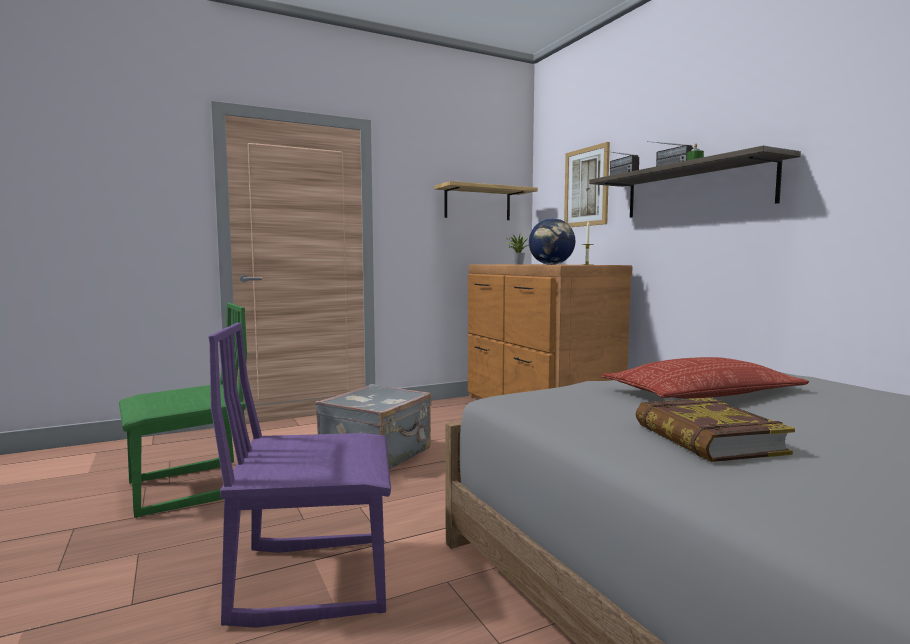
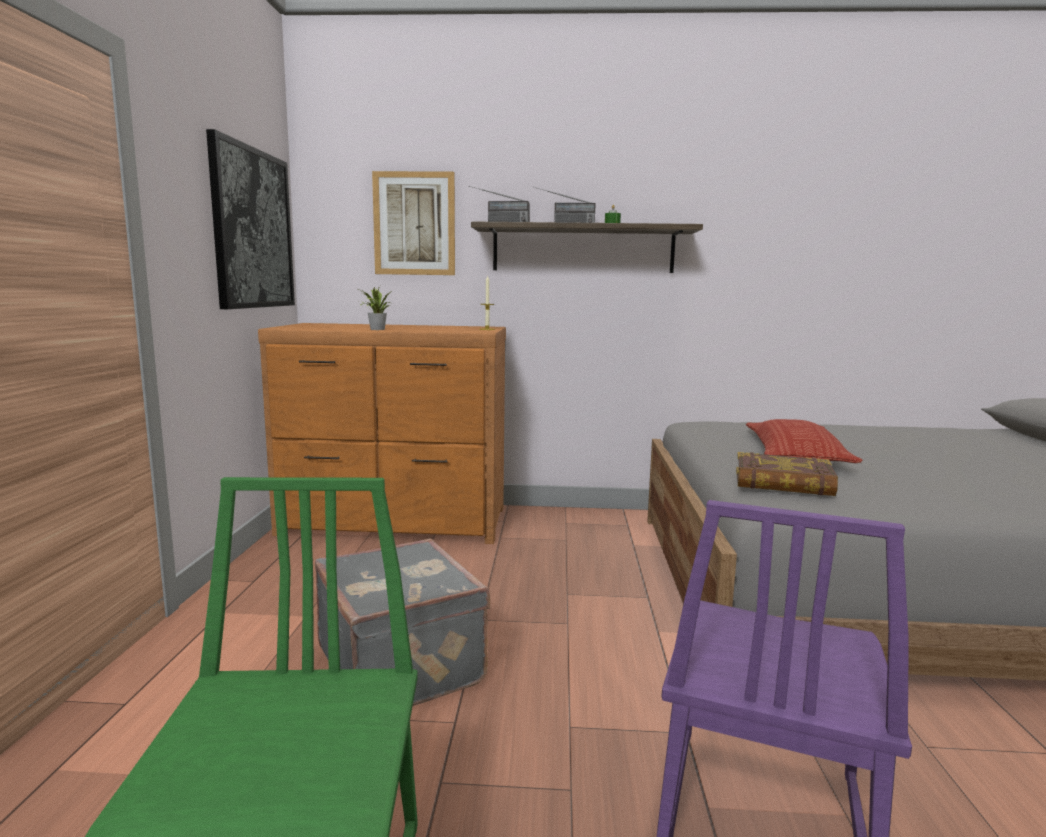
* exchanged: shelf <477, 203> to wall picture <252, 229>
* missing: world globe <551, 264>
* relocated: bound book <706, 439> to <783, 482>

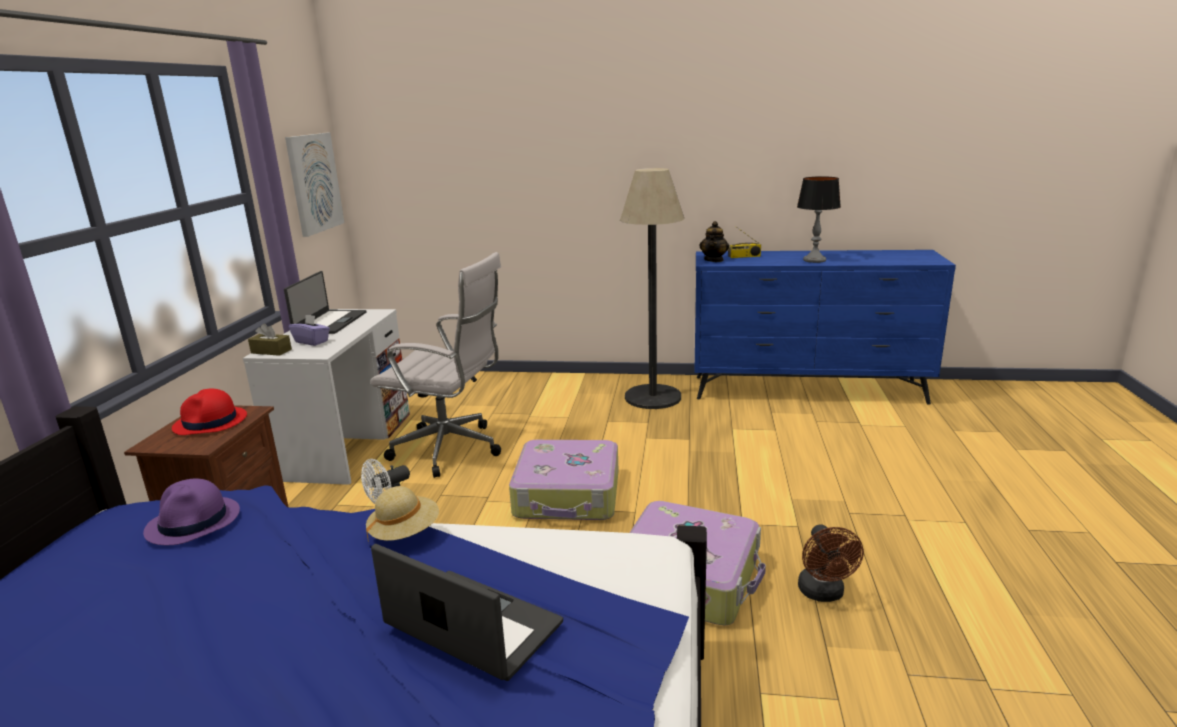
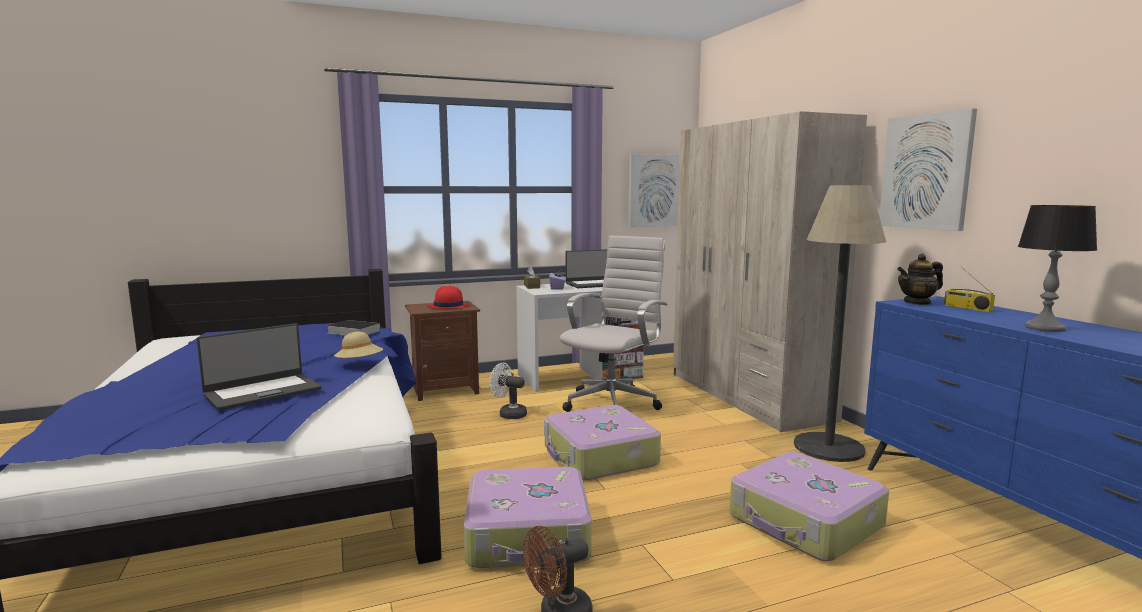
* exchanged: hat (purple) <194, 522> to bound book <352, 331>
* spun: desk chair (white) <452, 450> = <613, 403> 135 degrees counterclockwise
* spun: notebook computer <472, 626> = <262, 392> 45 degrees clockwise
* appeared: clothes cupboard (sand-coloured) <747, 396>
* appeared: piece of luggage <805, 522>
* appeared: wall picture <926, 171>

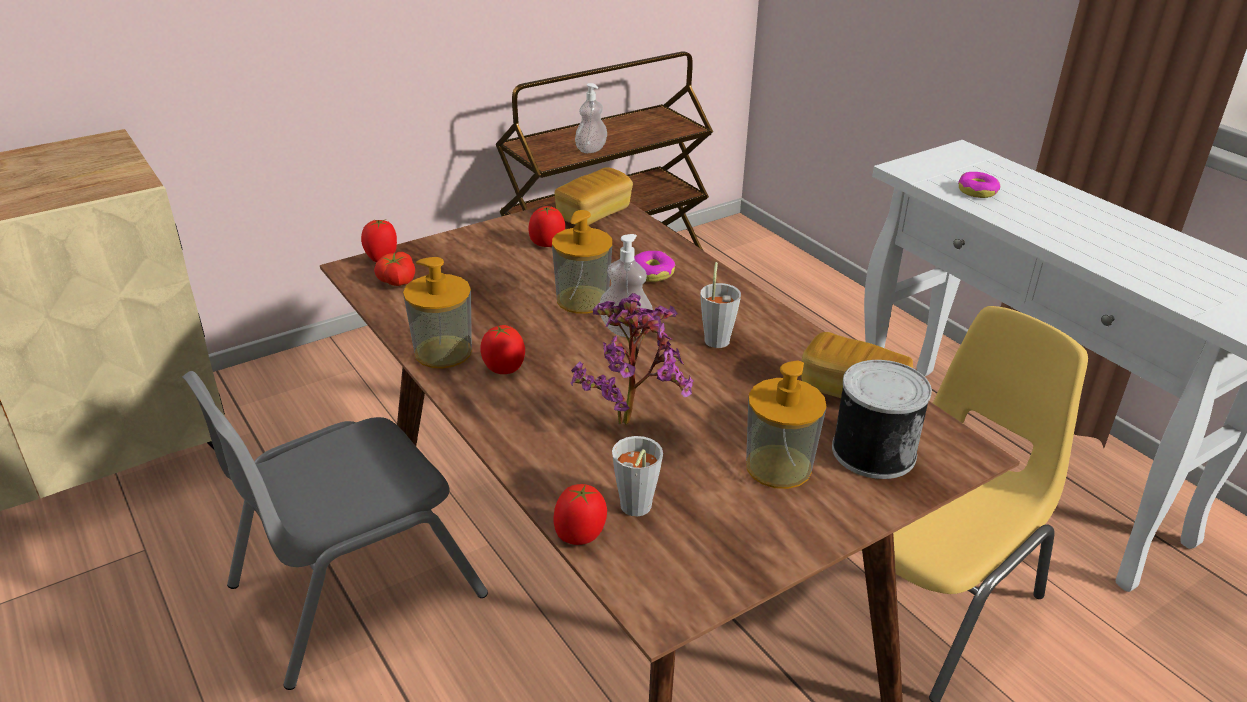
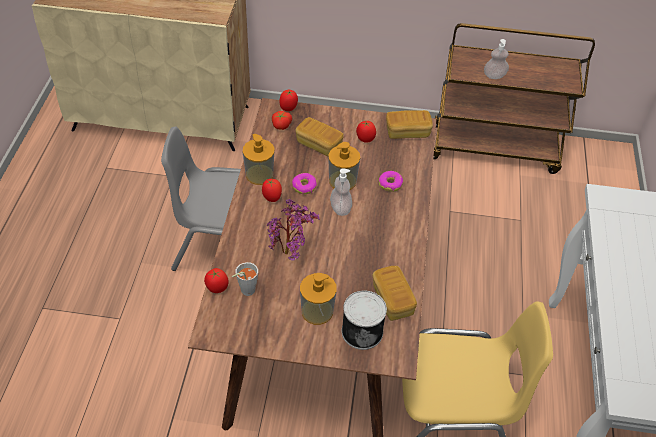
* missing: cup (grey) <717, 337>
* relocated: ring doughnut <977, 191> to <304, 186>
* appeared: bakery bread <319, 145>

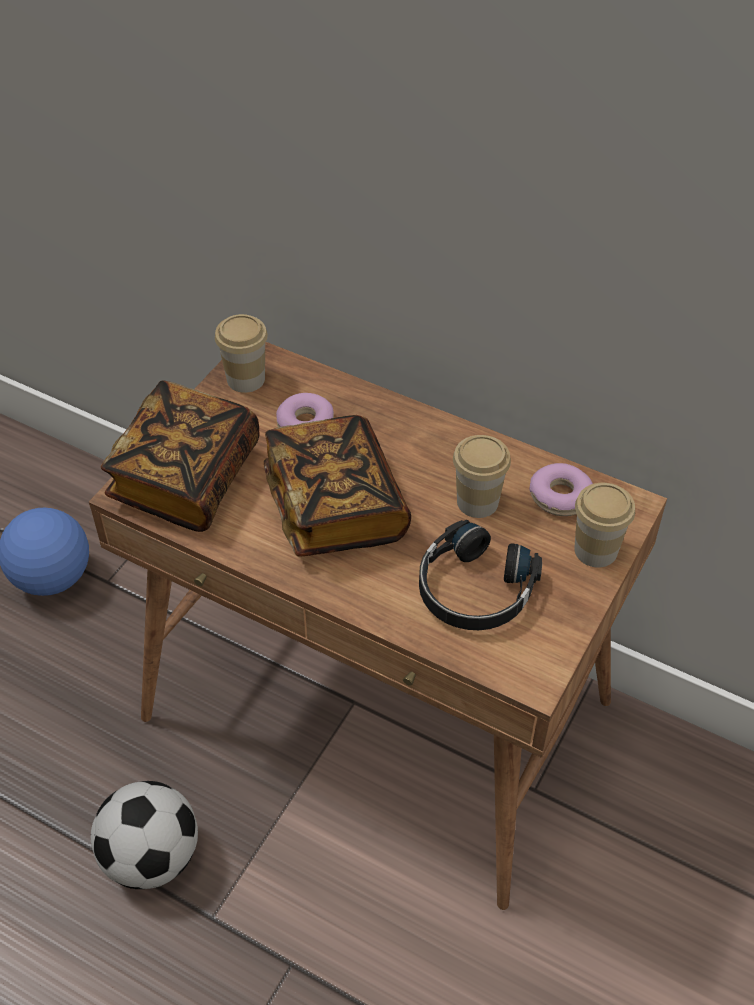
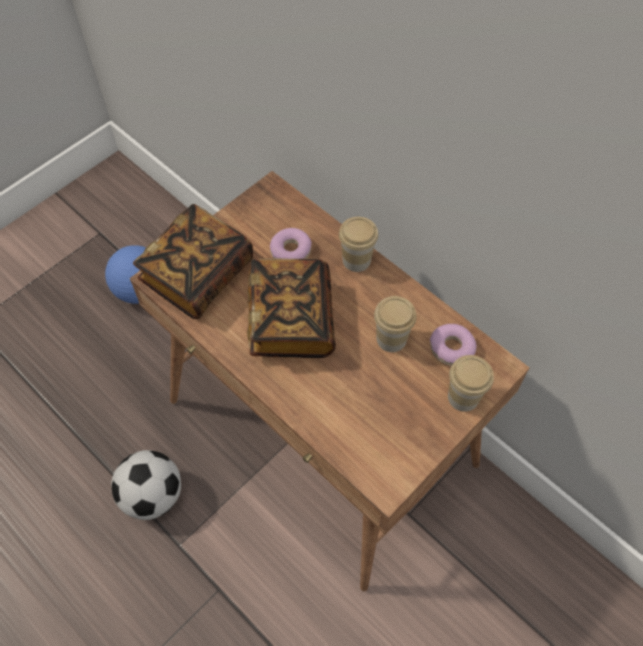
* relocated: cup <246, 379> to <356, 260>
* missing: headphones (blackish) <473, 590>

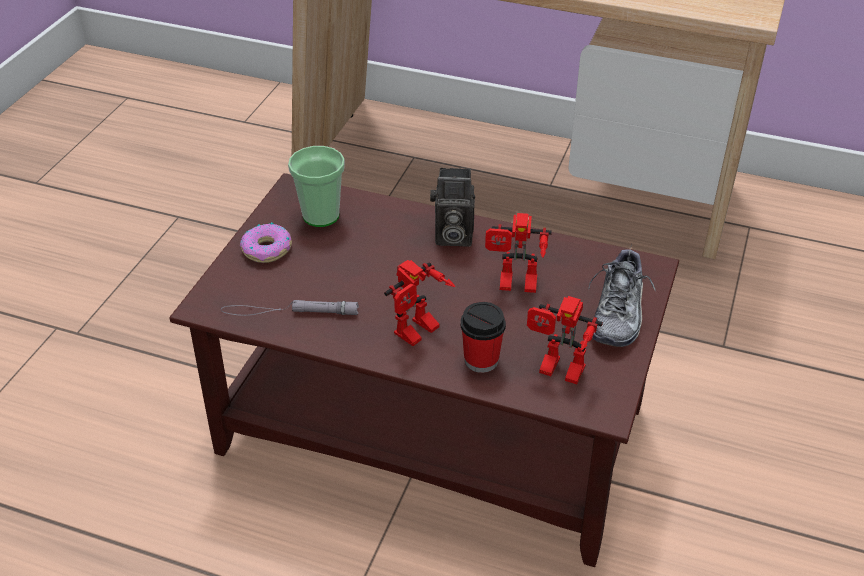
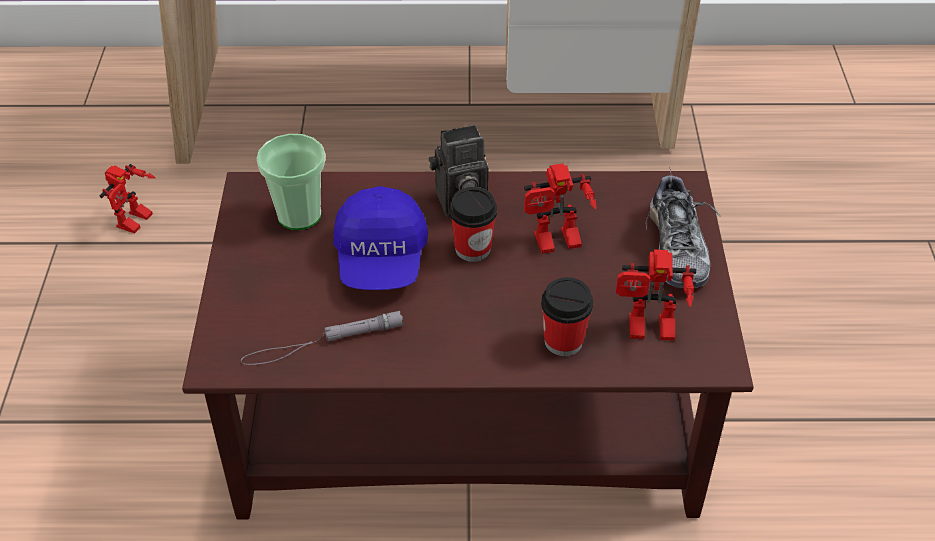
* missing: ring doughnut <267, 250>
* relocated: toy robot <418, 334> to <137, 223>
* appeared: peaked cap (bluish) <381, 259>
* appeared: cup <473, 248>

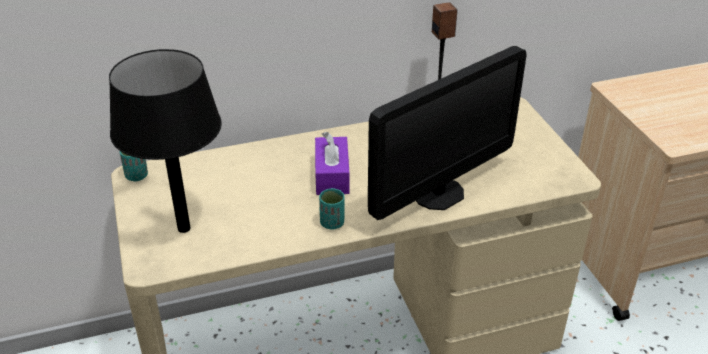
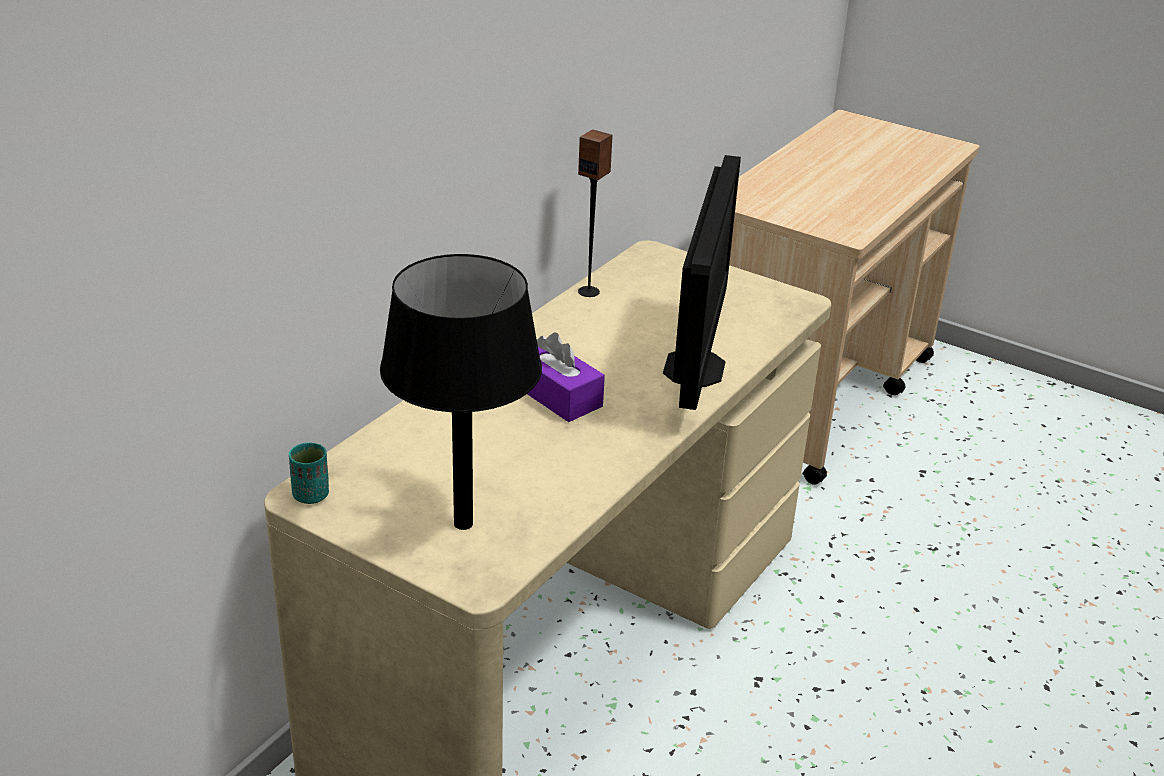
* missing: cup (turquoise-coloured) <332, 223>

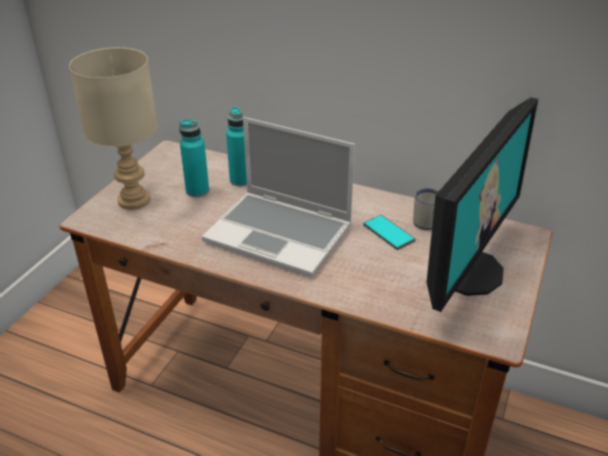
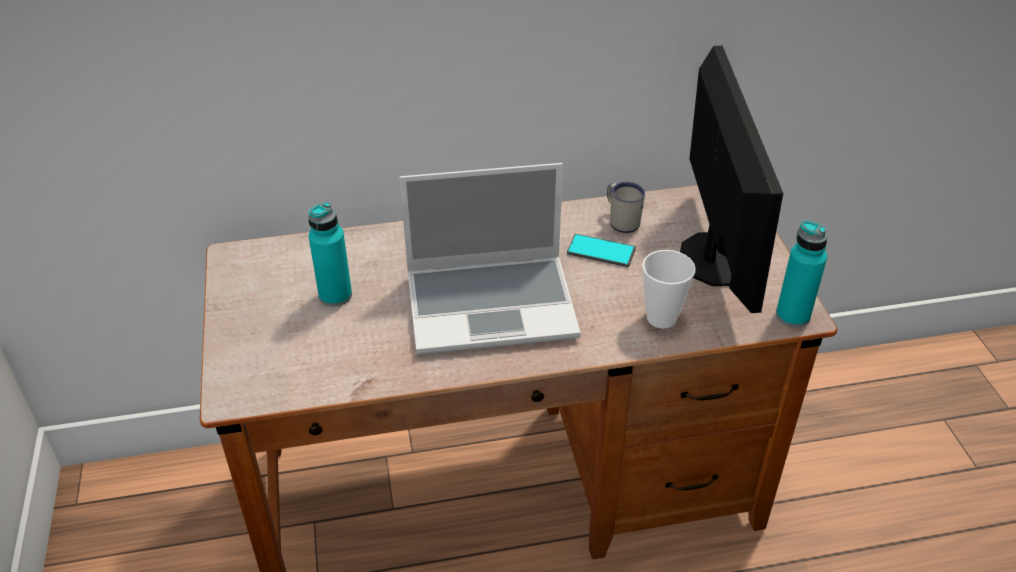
* missing: table lamp (sand-coloured) <133, 200>
* relocated: beverage bottle (turquoise-coloured) <241, 180> to <792, 316>
* appeared: cup <661, 318>

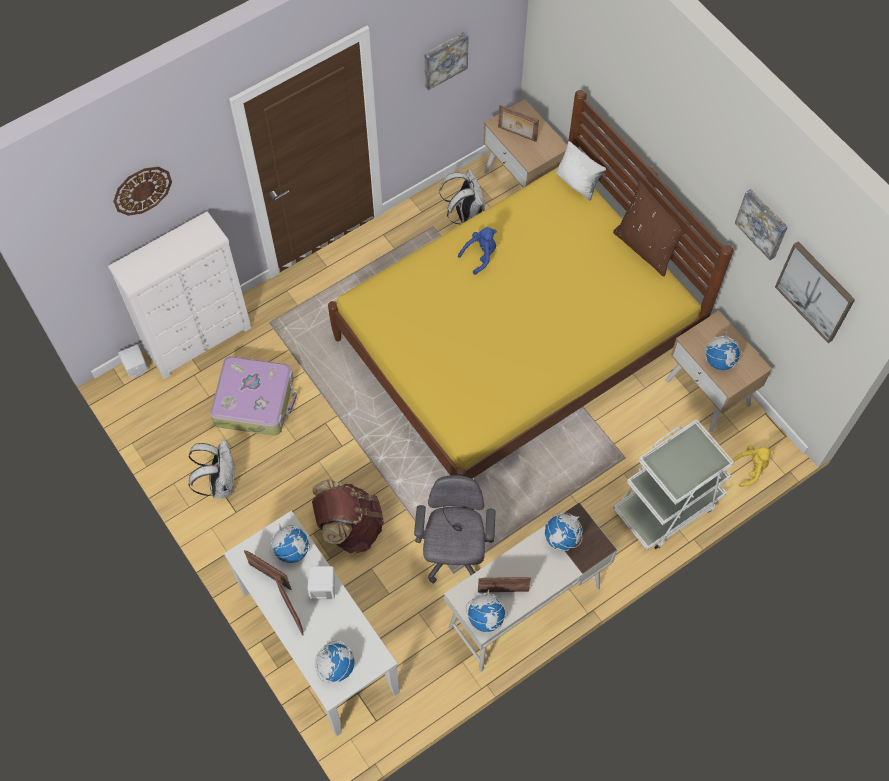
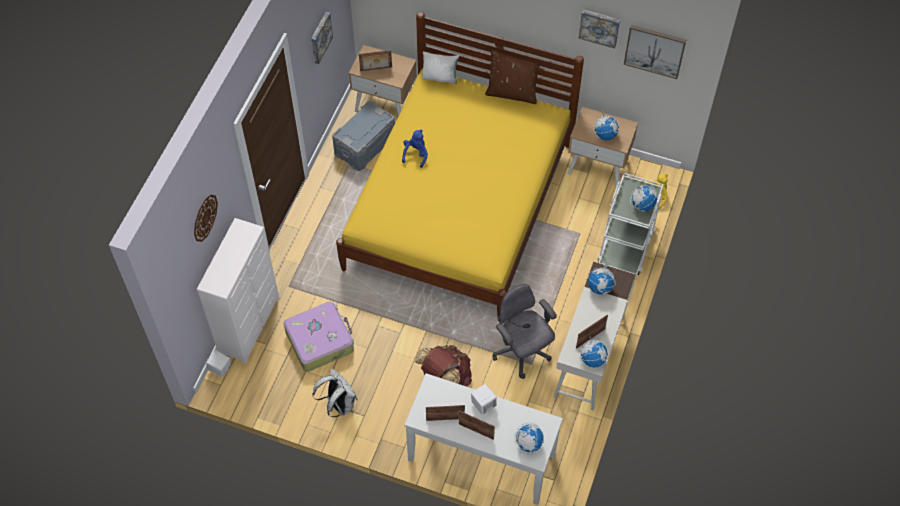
* relocated: world globe <292, 550> to <642, 205>
* exchanged: knapsack (white) <465, 215> to storage box (grey) <364, 145>

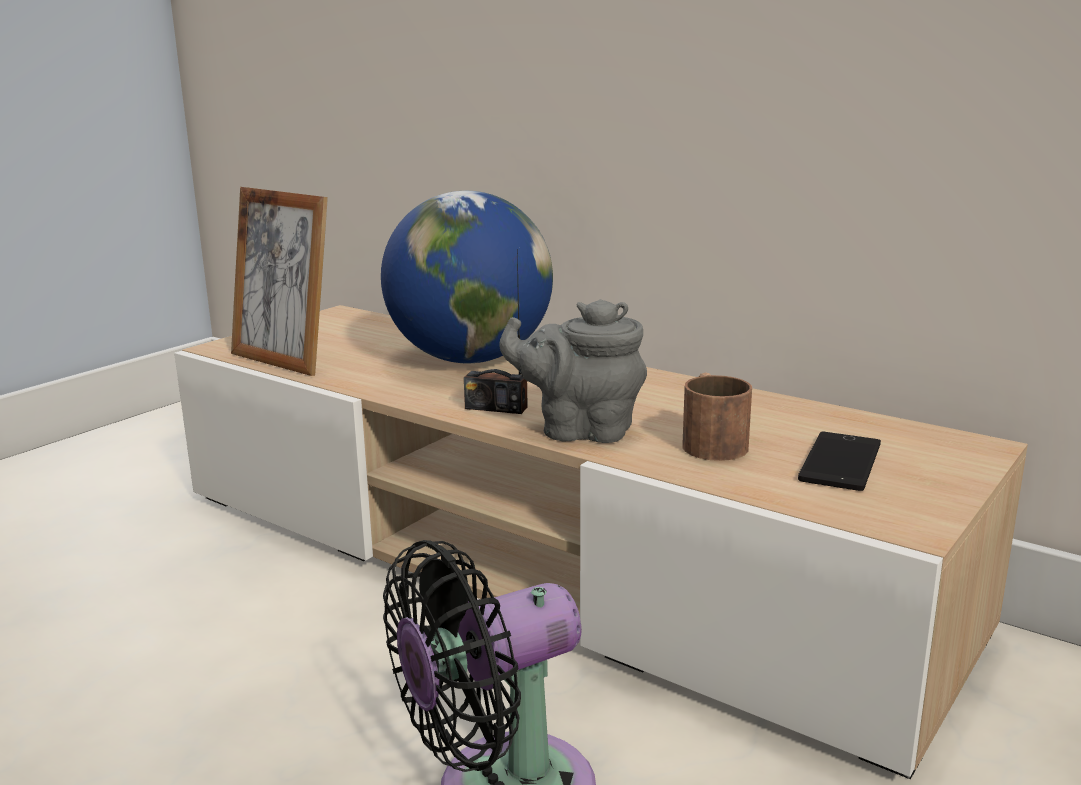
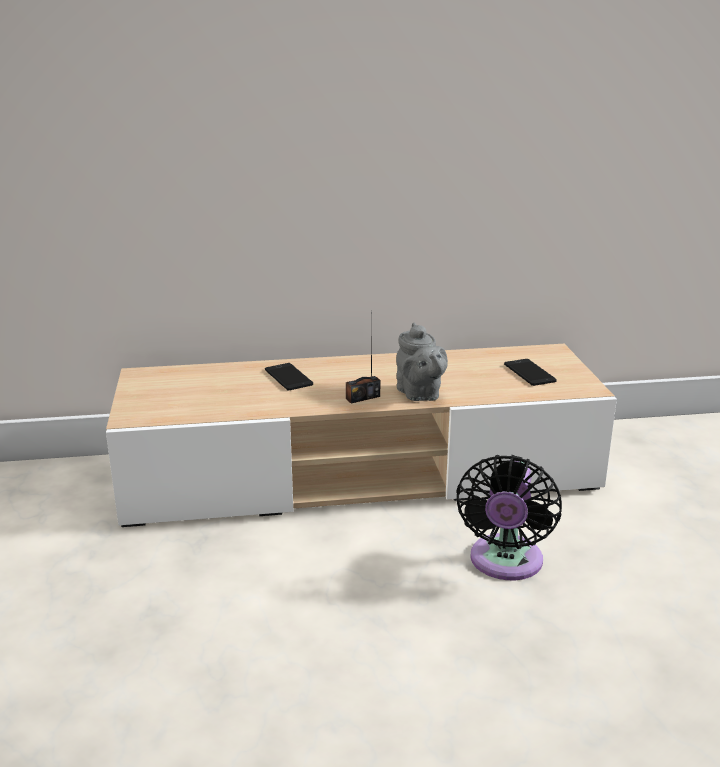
* missing: picture frame <285, 360>
* exchanged: world globe <470, 359> to handset <288, 377>
* spun: tea pot (grey) <580, 430> = <419, 394> 75 degrees counterclockwise
* missing: mug (brownish) <710, 441>

